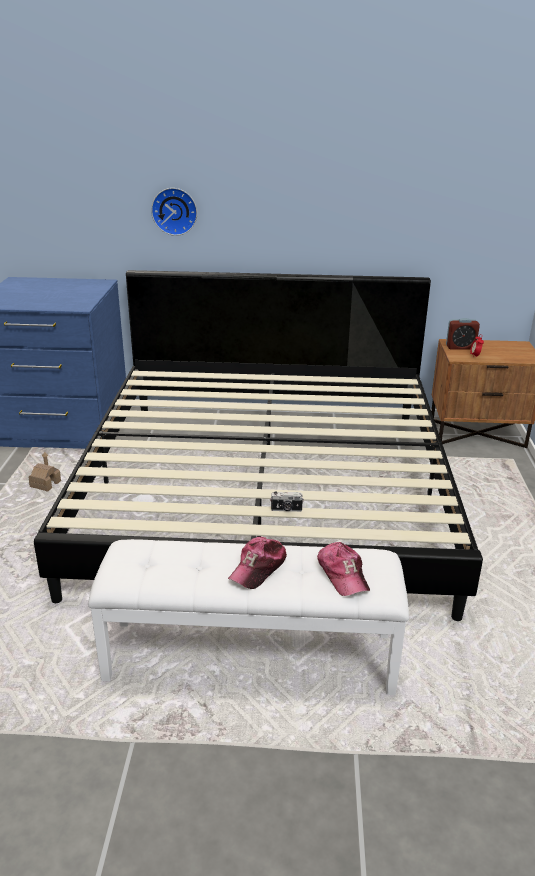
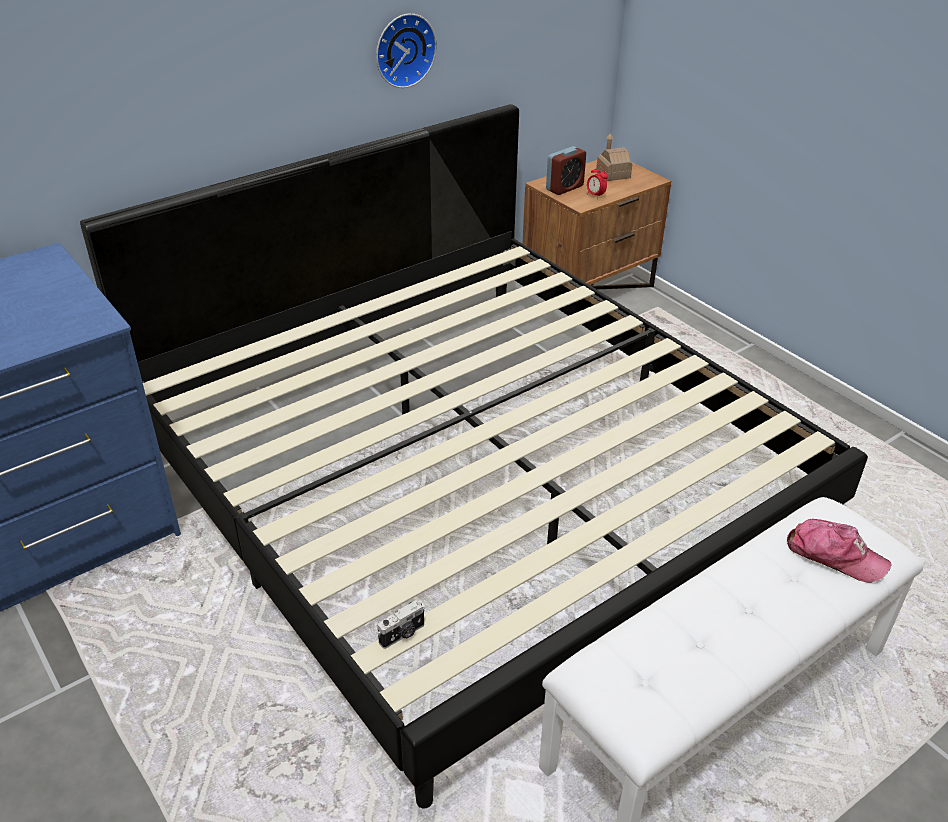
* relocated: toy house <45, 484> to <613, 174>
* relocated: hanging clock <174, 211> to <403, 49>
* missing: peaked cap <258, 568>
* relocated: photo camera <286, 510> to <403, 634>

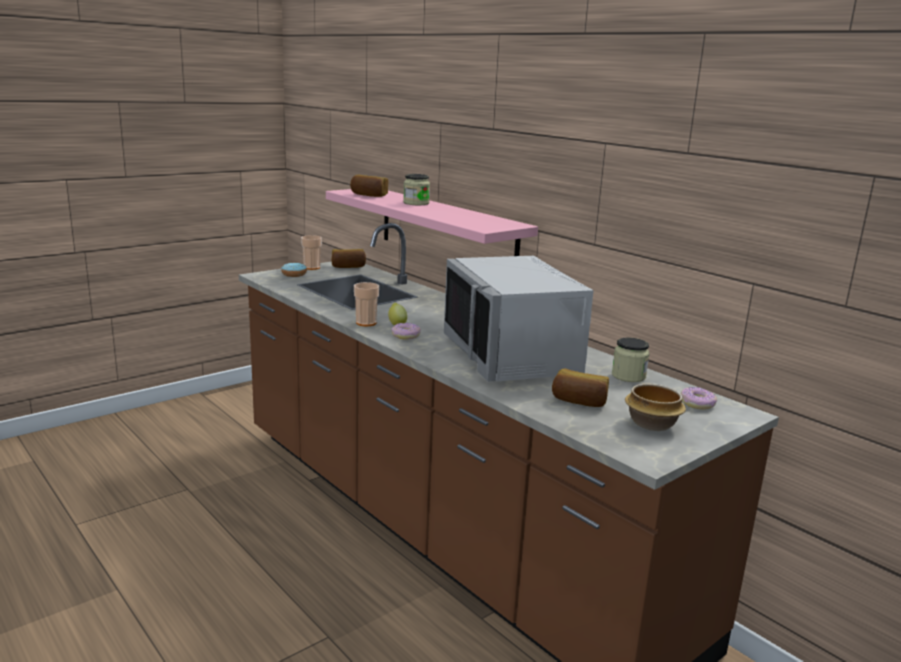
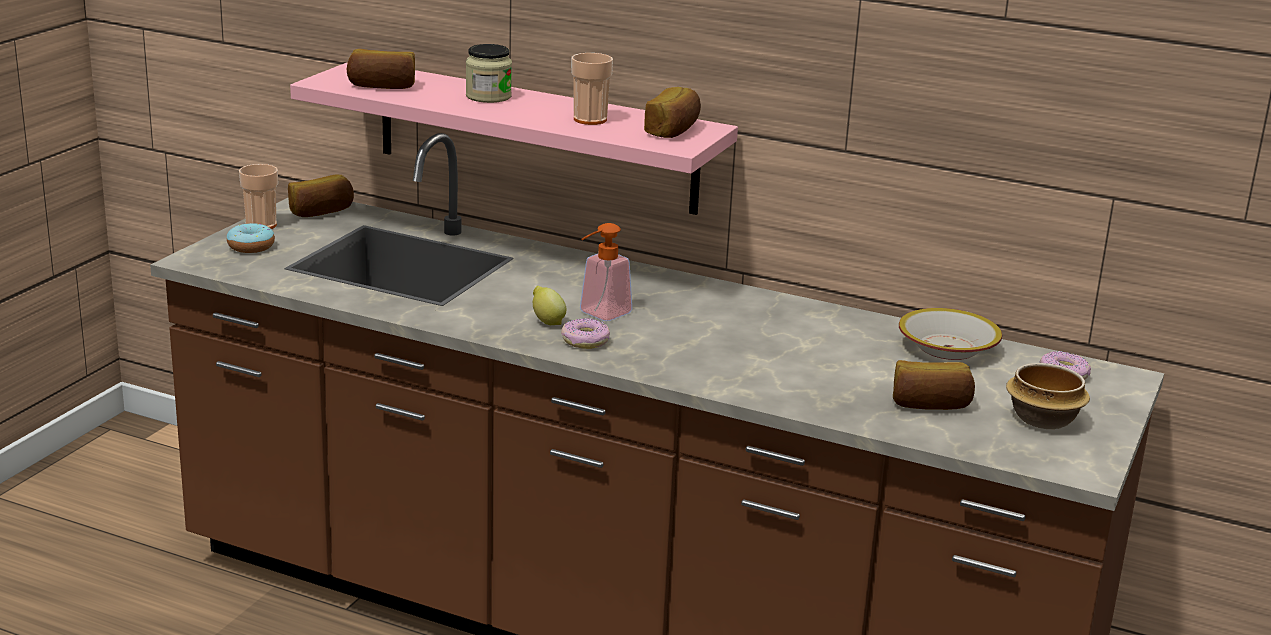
* relocated: cup <366, 323> to <590, 120>
* missing: kitchen microwave (grey) <512, 356>
* exchanged: storage jar <628, 376> to serving bowl <947, 348>
* appeared: soap bottle <599, 315>
* appeared: bakery bread <674, 130>

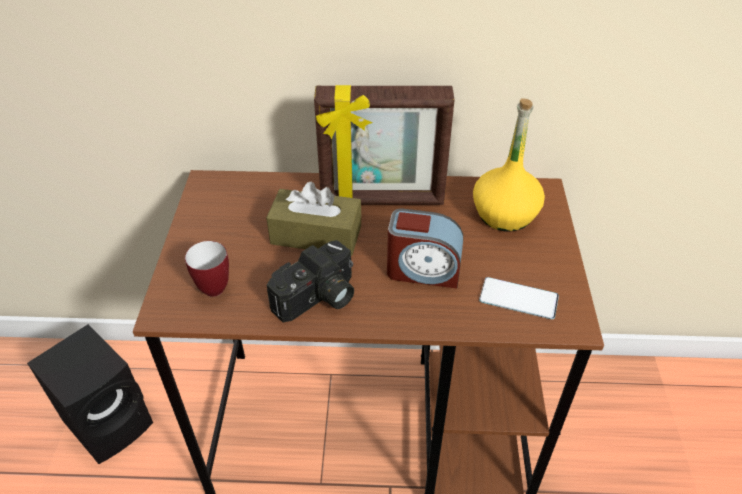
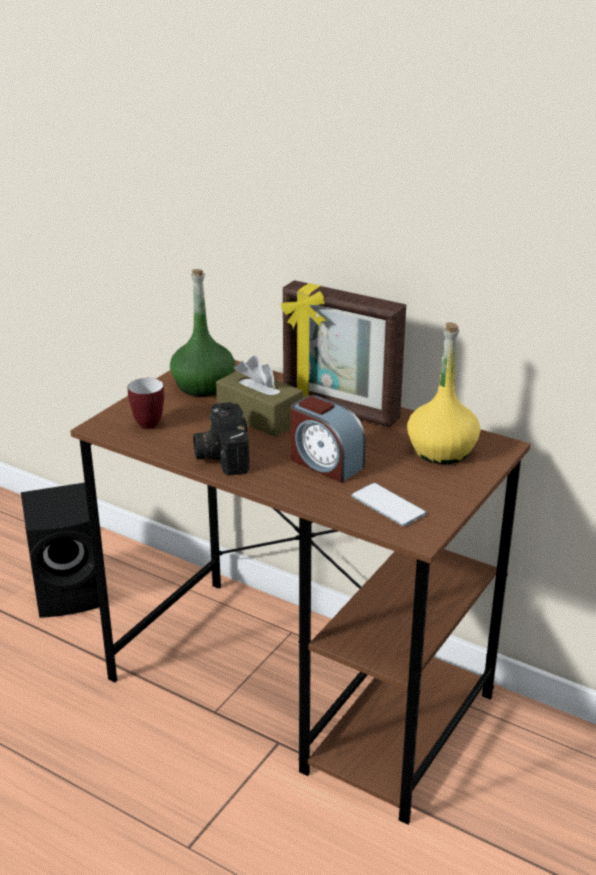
* spun: photo camera <318, 299> = <220, 454> 90 degrees clockwise
* appeared: beverage bottle (greenish) <203, 385>

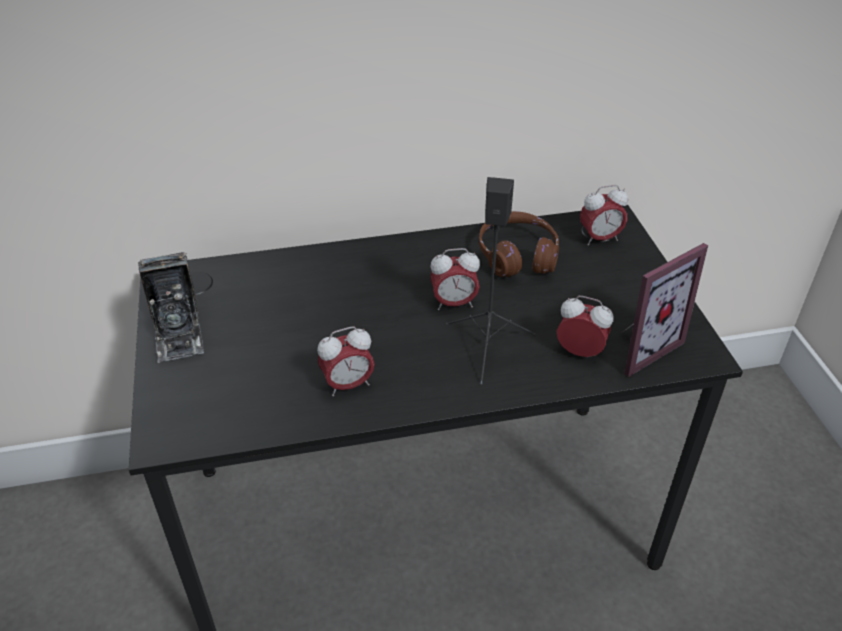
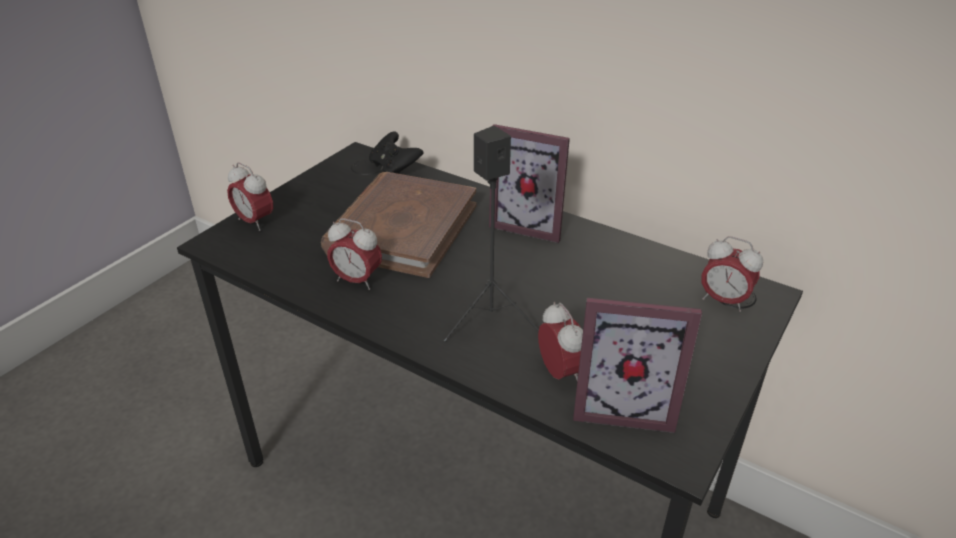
* missing: photo camera <177, 331>
* relocated: alarm clock <454, 303> to <255, 222>
* missing: headphones (brownish) <517, 256>
* appeared: bound book (brownish) <402, 229>
* appeared: game controller (blackish) <395, 168>
* appeared: picture frame <530, 224>

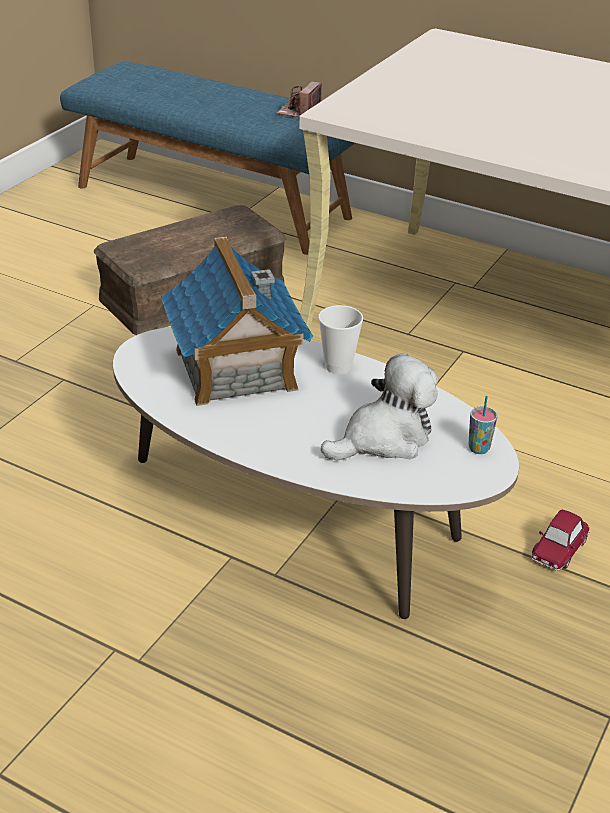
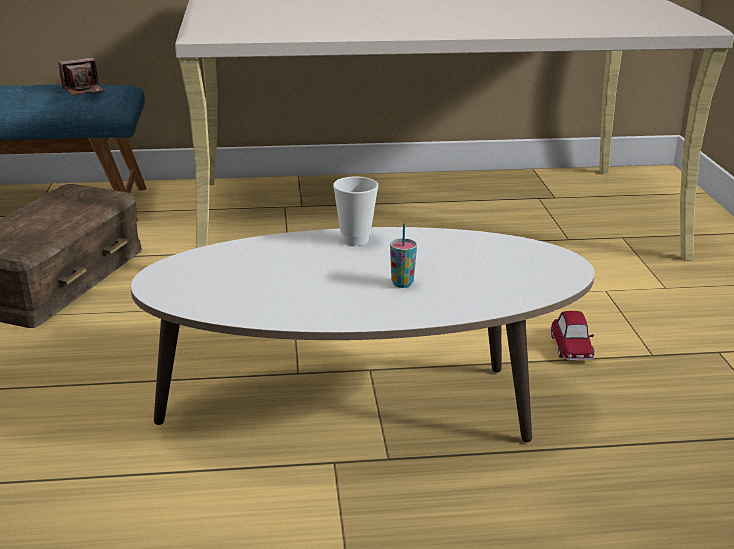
* missing: toy house <235, 370>
* spun: photo camera <299, 113> = <83, 90> 105 degrees counterclockwise
* missing: cuddly toy <384, 438>
* relocated: cup <479, 448> to <402, 284>

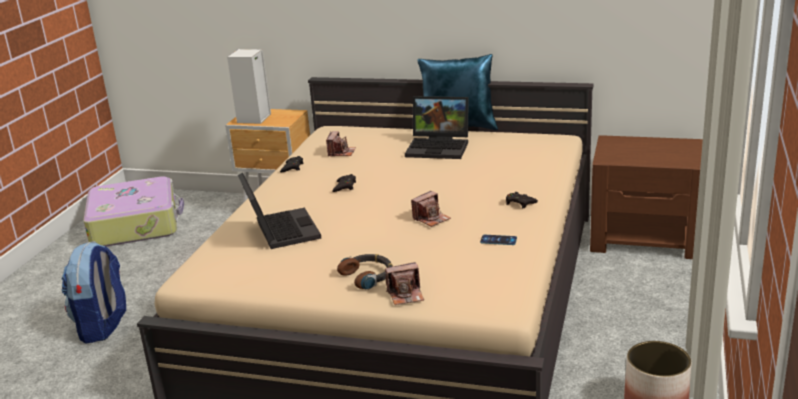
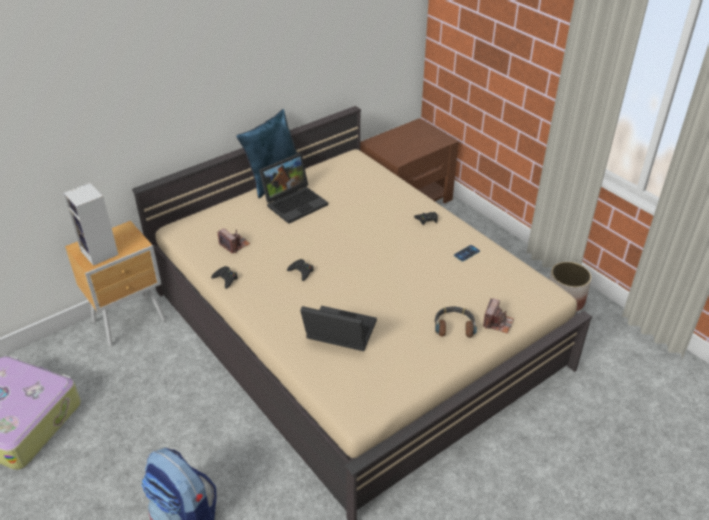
* missing: photo camera <431, 219>

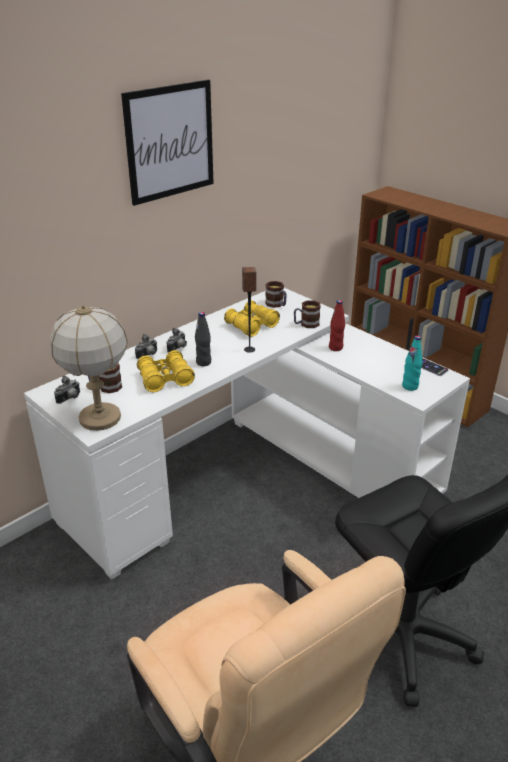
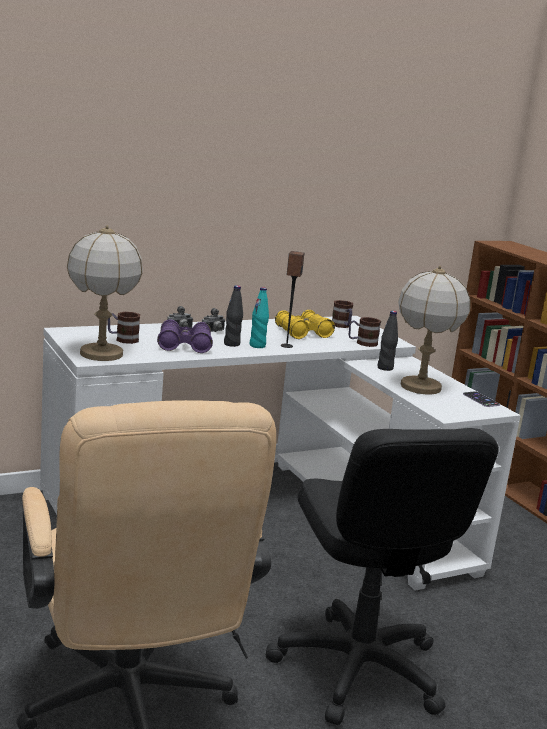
* missing: photo camera <70, 399>
* missing: wall picture <170, 142>
* colour: binoculars (yellow-coloured) <165, 379> to binoculars (purple) <184, 346>
* colour: beverage bottle (red) <335, 348> to beverage bottle (blackish) <385, 368>
* relocated: beverage bottle (turquoise-coloured) <410, 386> to <257, 346>
* appeared: table lamp <420, 387>

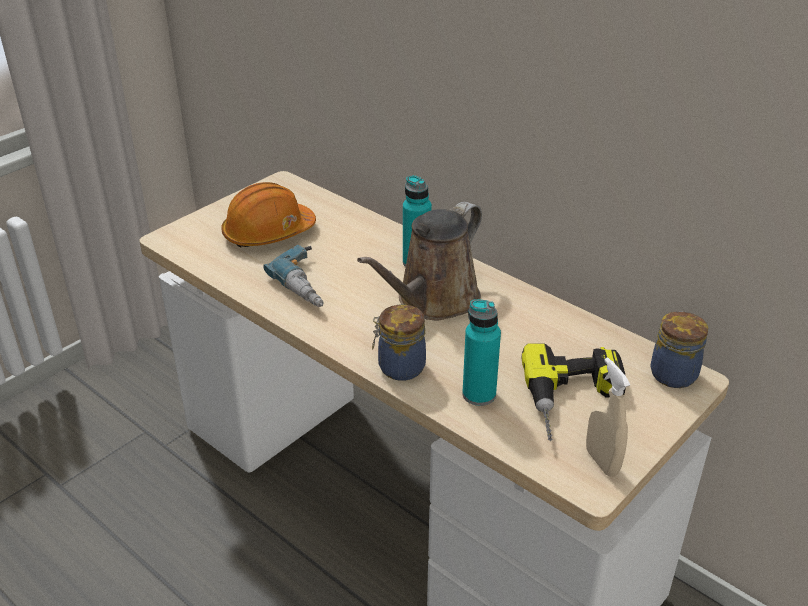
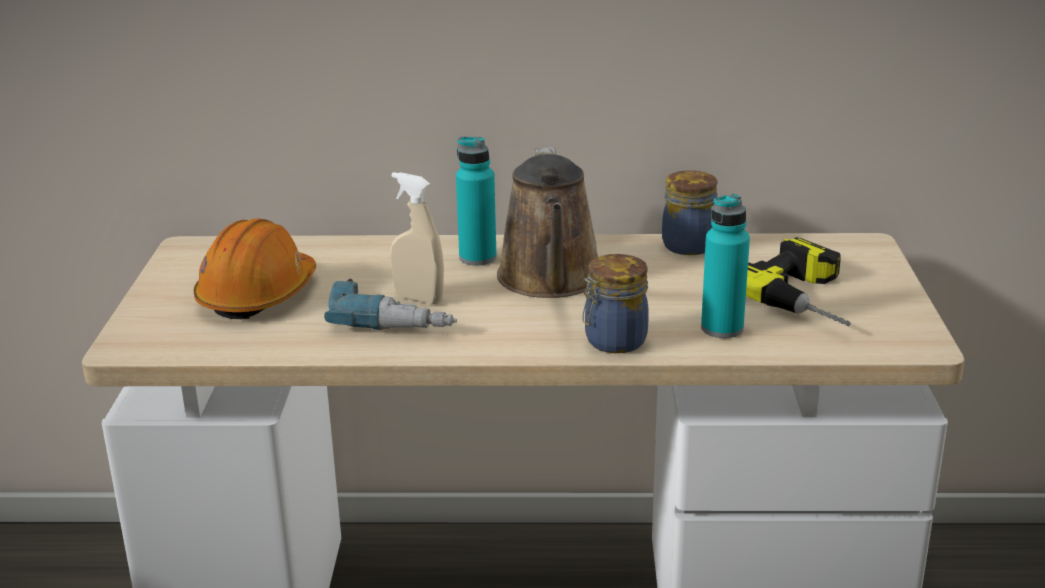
* relocated: sprayer (sand-coloured) <602, 462> to <418, 299>
* relocated: storage jar <673, 373> to <686, 245>

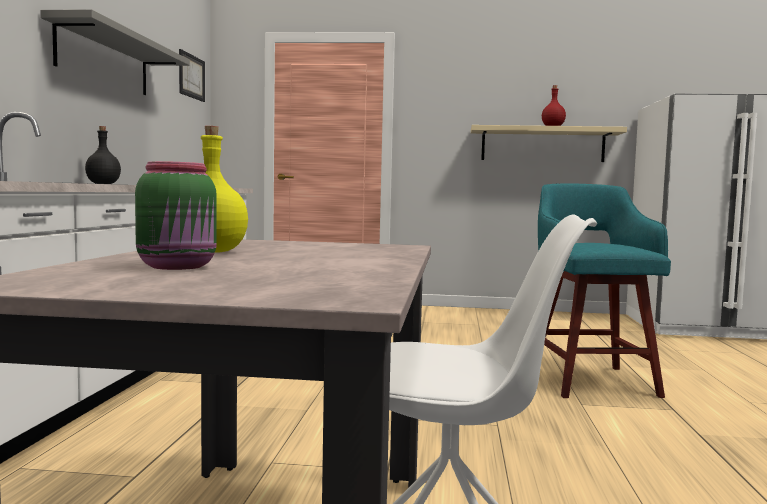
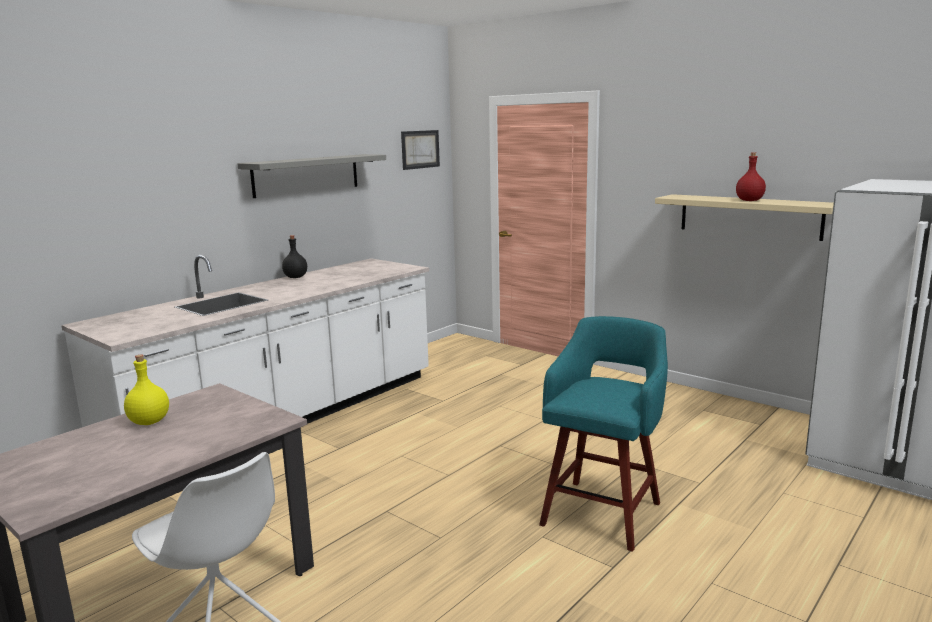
* missing: storage jar (greenish) <179, 267>

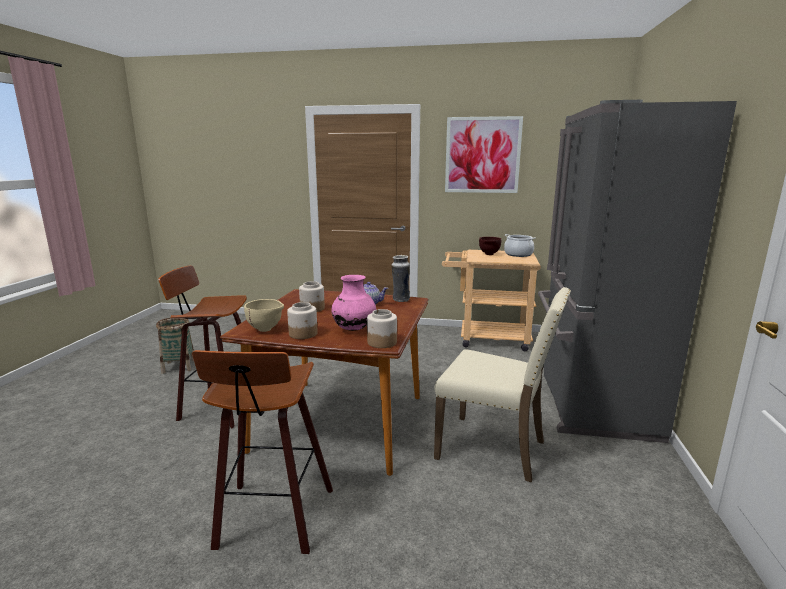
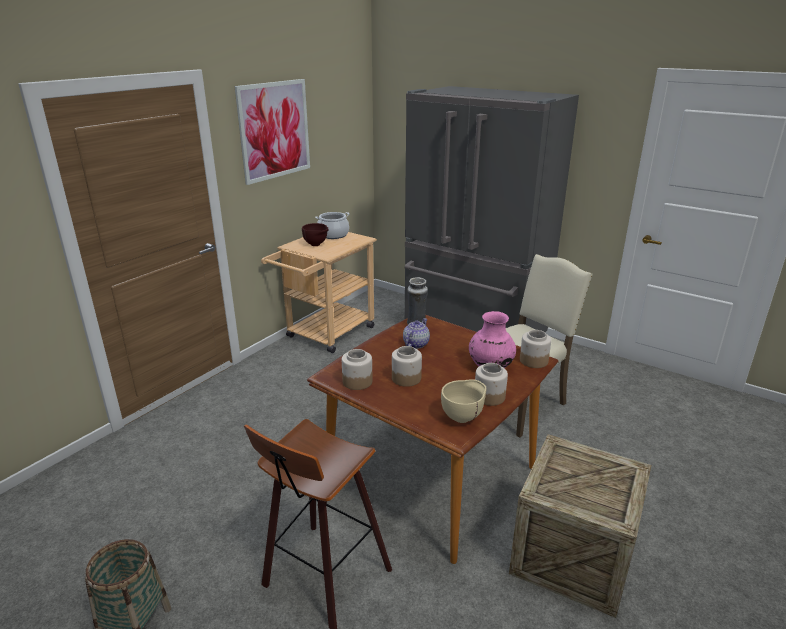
* exchanged: stool seat <273, 520> to crate <572, 556>
* appeared: storage jar <357, 381>

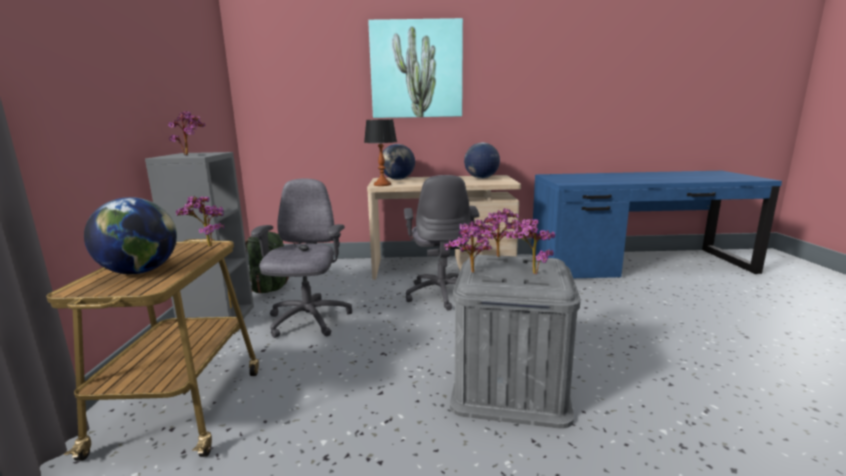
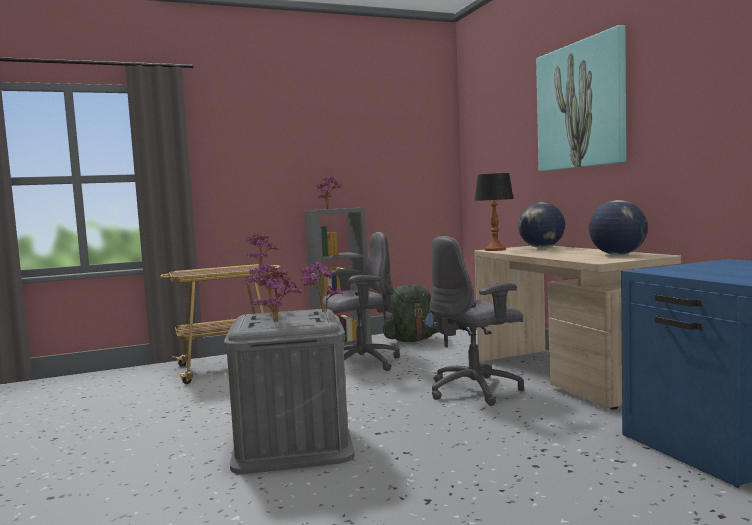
* missing: world globe <140, 271>

